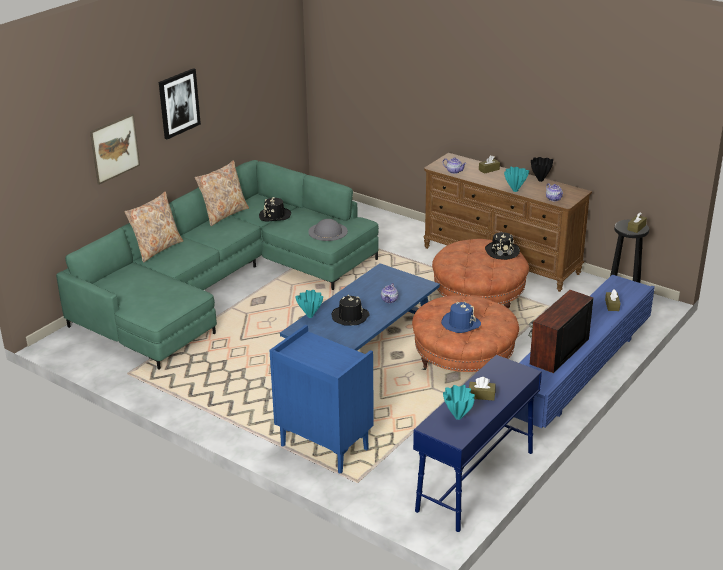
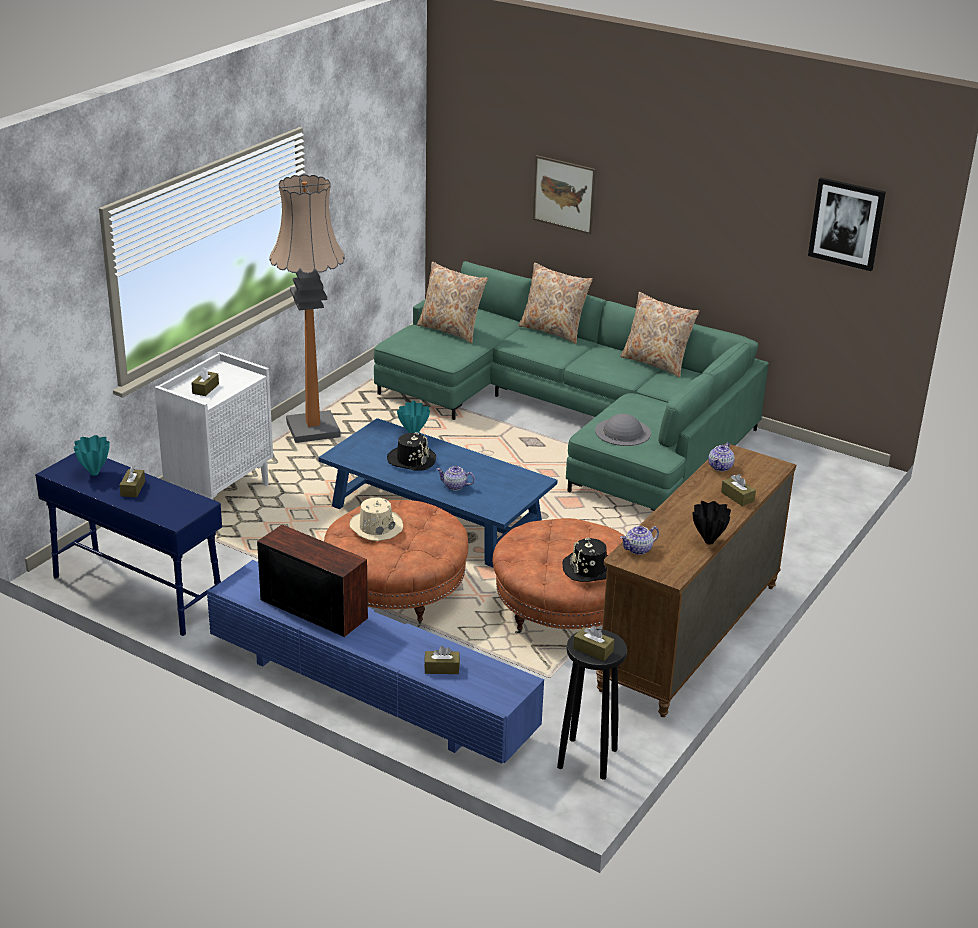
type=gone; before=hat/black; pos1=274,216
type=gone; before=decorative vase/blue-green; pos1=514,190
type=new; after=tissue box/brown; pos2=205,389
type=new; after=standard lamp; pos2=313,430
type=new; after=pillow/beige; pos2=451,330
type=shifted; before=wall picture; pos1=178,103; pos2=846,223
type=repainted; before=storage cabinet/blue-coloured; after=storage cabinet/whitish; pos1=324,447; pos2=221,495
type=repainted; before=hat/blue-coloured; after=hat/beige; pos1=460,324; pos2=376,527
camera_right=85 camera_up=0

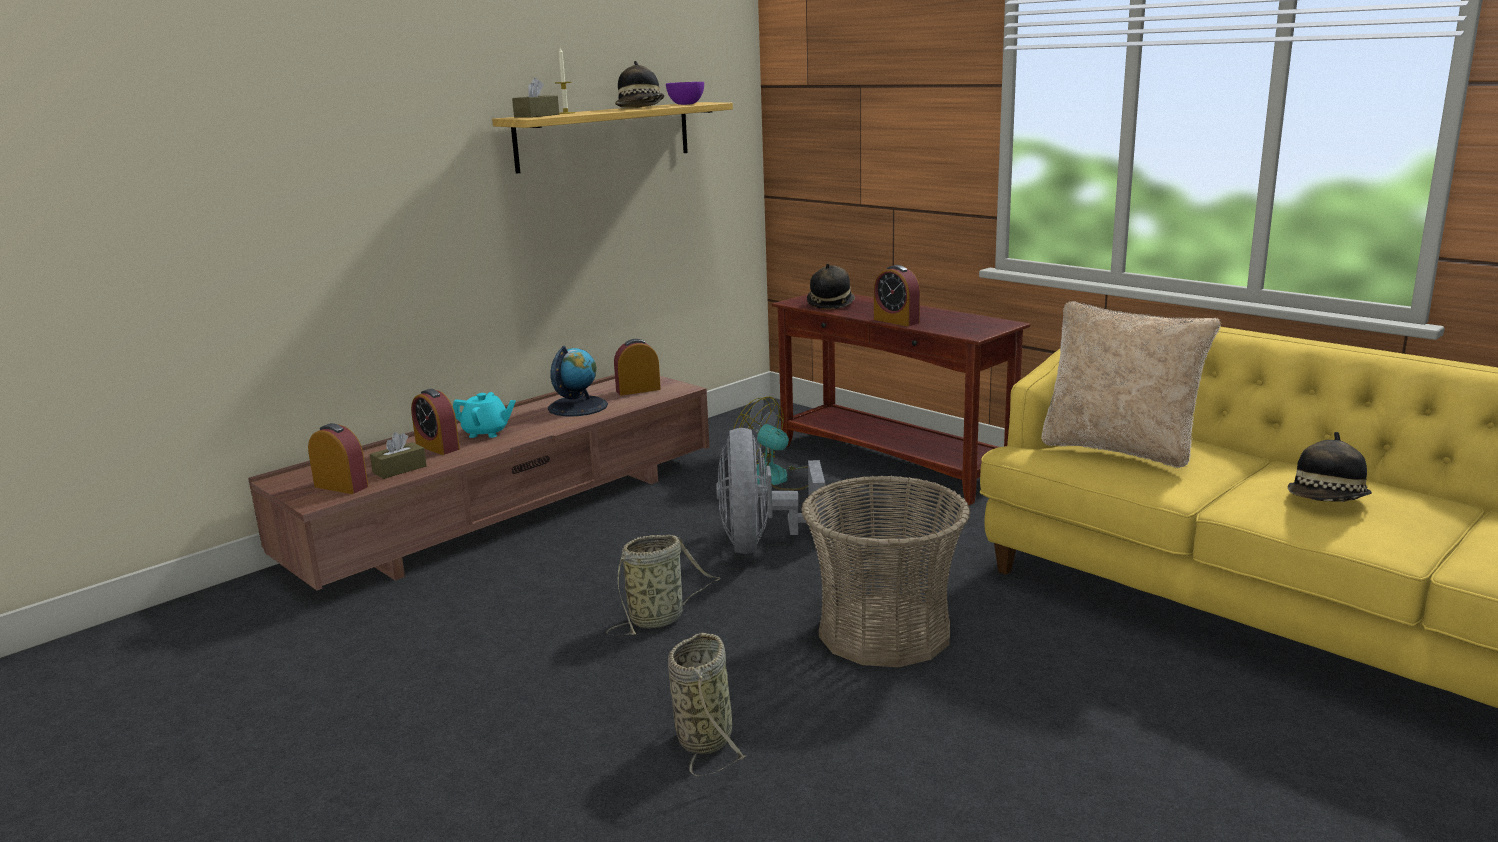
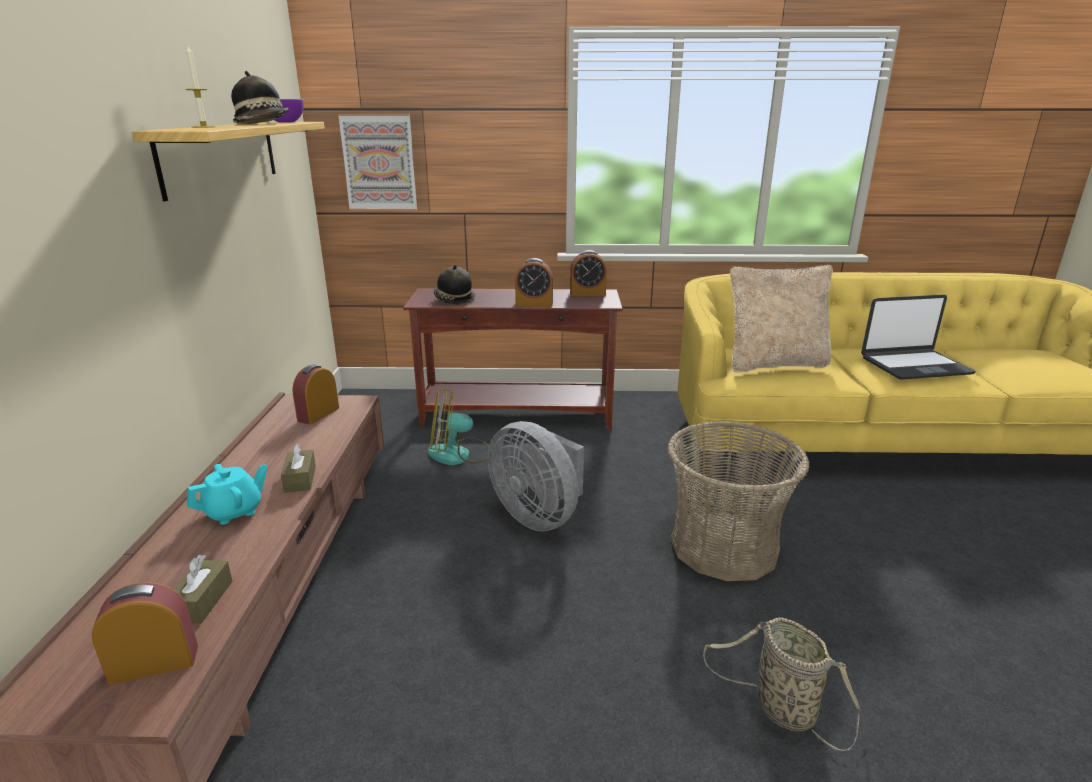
type=gone; before=desk globe; pos1=577,406
type=gone; before=basket; pos1=659,618
type=new; after=wall picture; pos2=379,163
type=shifted; before=bedside clock; pos1=437,447; pos2=587,294
type=shifted; before=tissue box/brown; pos1=537,116; pos2=300,479
type=swapped; before=hat; after=notebook computer; pos1=1328,501; pos2=914,365
camera_right=-45 camera_up=5

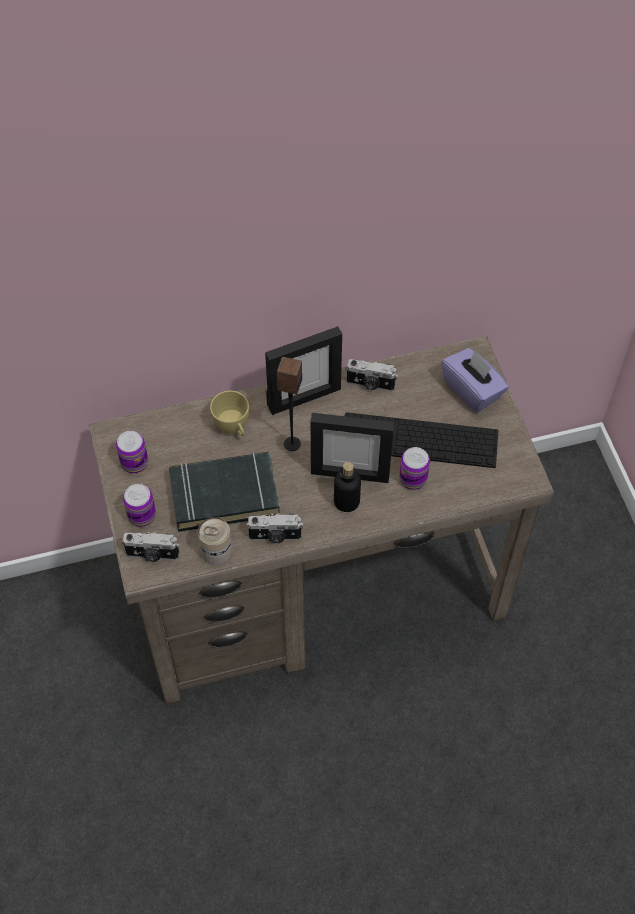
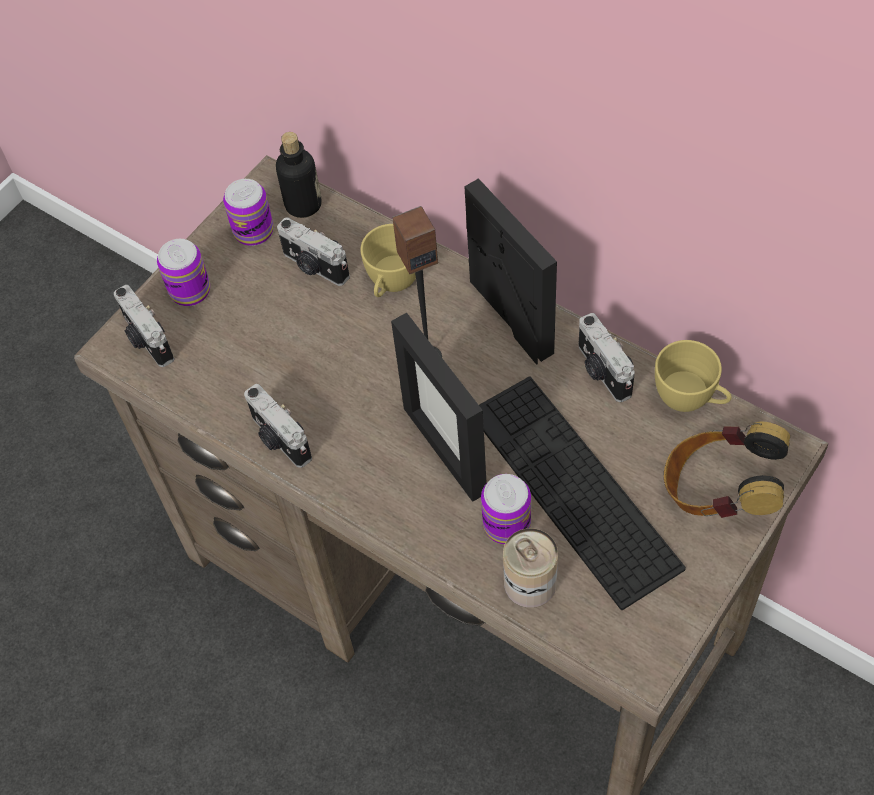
type=gone; before=bound book/black; pos1=224,495
type=new; after=photo camera; pos2=314,267
type=new; after=drinking cup/yellow; pos2=690,399
type=shifted; before=metal can; pos1=216,551; pos2=530,583
type=shifted; before=drink bottle; pos1=346,501; pos2=303,204
type=swapped; before=tissue box/purplish; after=headset; pos1=472,390; pos2=718,491
type=rotated; before=picture frame; pos1=304,397; pos2=509,318; turn=-150
camera_right=55 camera_up=0

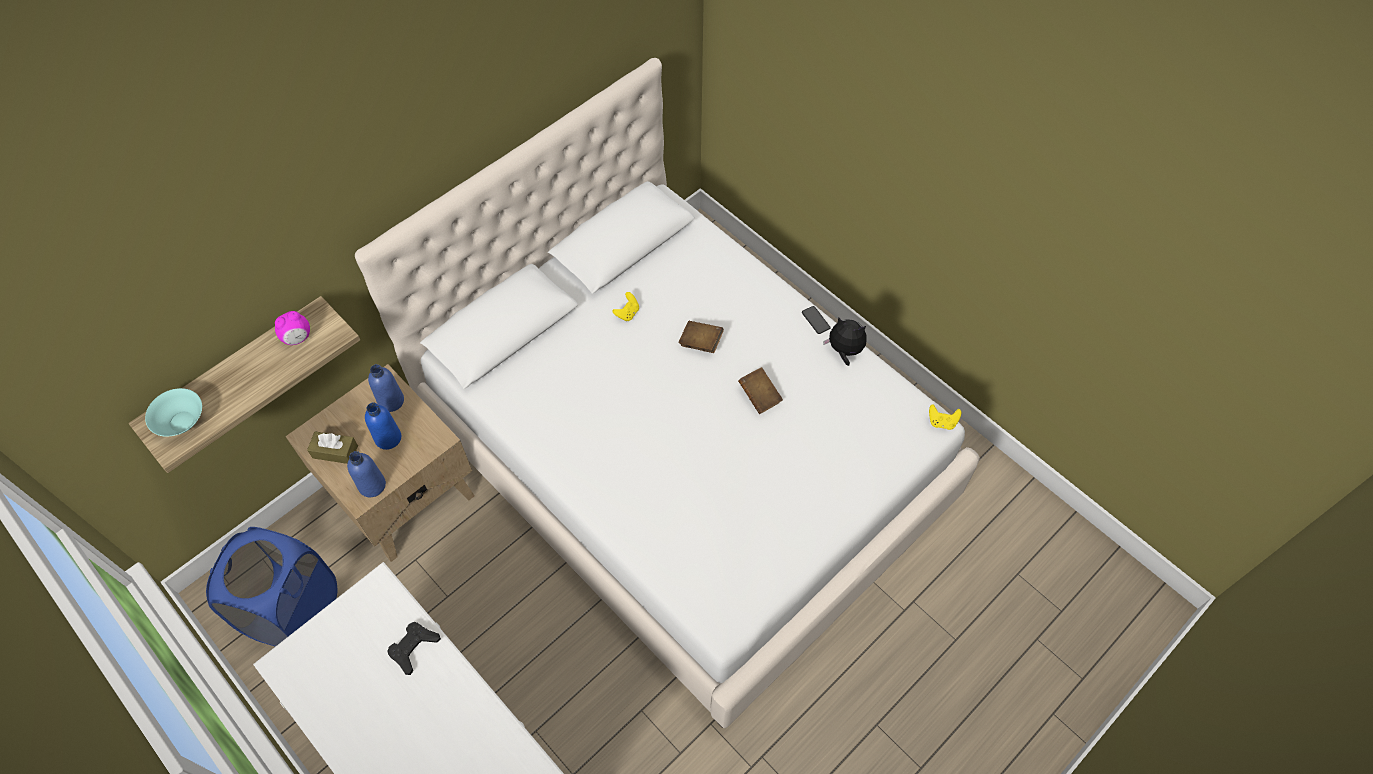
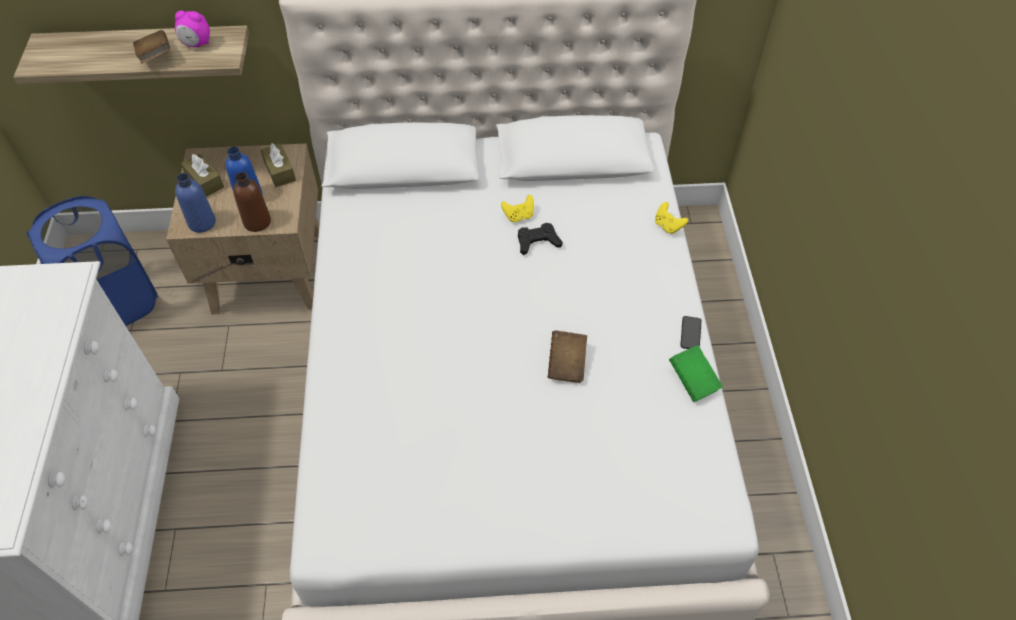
type=gone; before=serving bowl/blue-green; pos1=181,422
type=new; after=drink bottle/brown; pos2=257,222
type=shifted; before=gamepad/black; pos1=413,648; pos2=537,241
type=shifted; before=bound book/brown; pos1=701,342; pos2=155,56
type=shifted; before=gamepad/yellow; pos1=942,422; pos2=668,226
type=swapped; before=drink bottle/blue-coloured; after=tissue box/brown; pos1=391,401; pos2=280,171
type=swapped; before=soft toy; after=bound book/greenish; pos1=844,351; pos2=693,380
camera_right=40 camera_up=-5

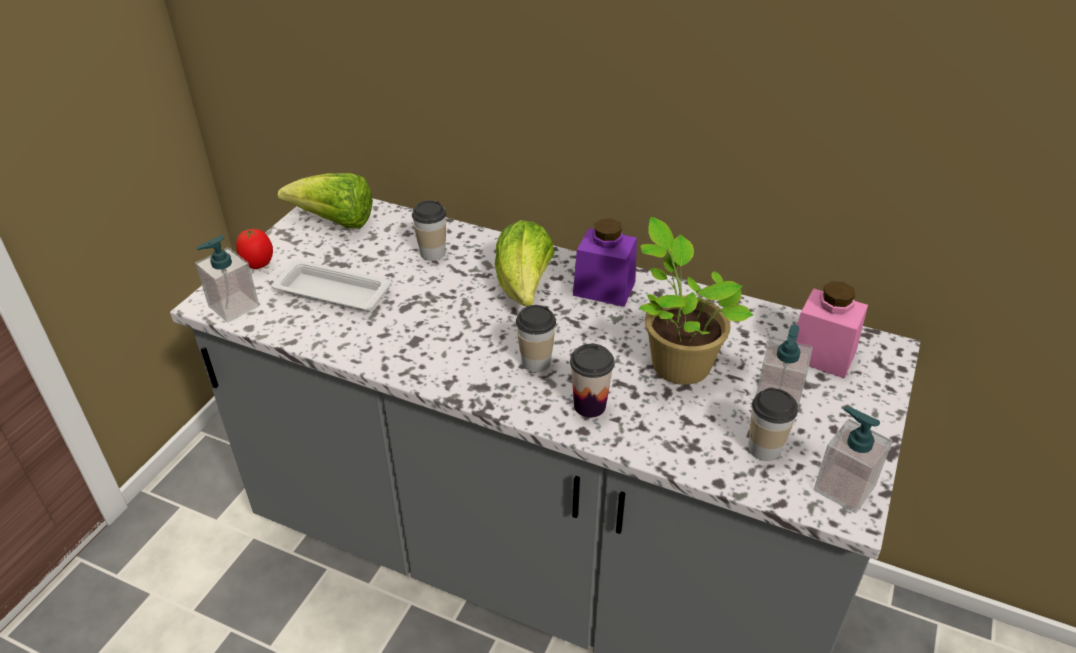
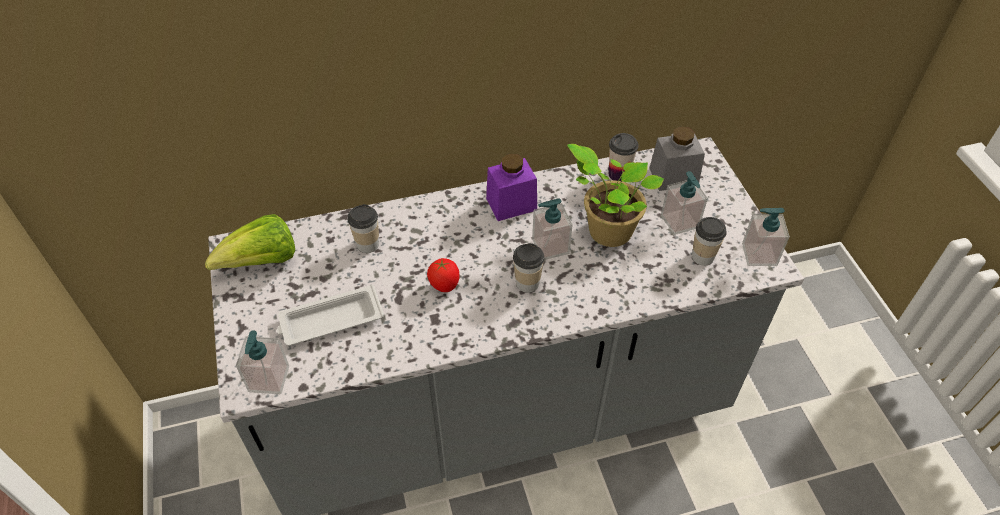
type=gone; before=head of lettuce; pos1=524,288
type=new; after=soap dispenser; pos2=550,246
type=shifted; before=fresh tomato; pos1=258,265; pos2=445,286
type=shifted; before=drinking cup; pos1=589,406; pos2=619,174
type=repainted; before=preserve jar/pink; after=preserve jar/gray; pos1=821,354; pos2=673,176
camera_right=-40 camera_up=10

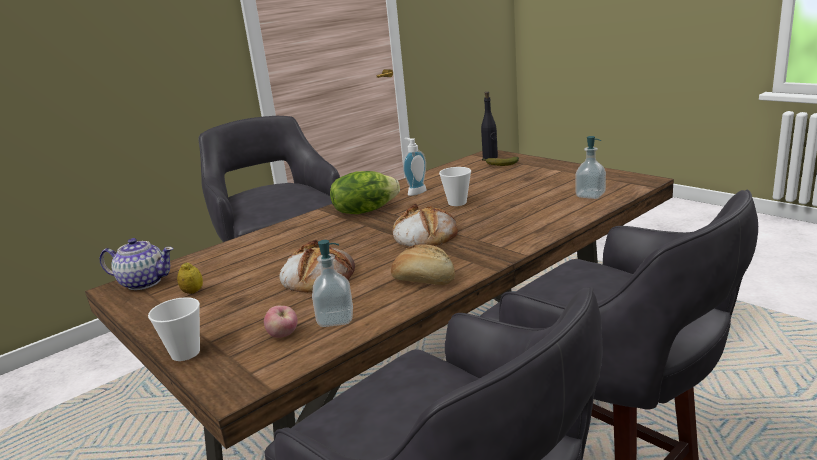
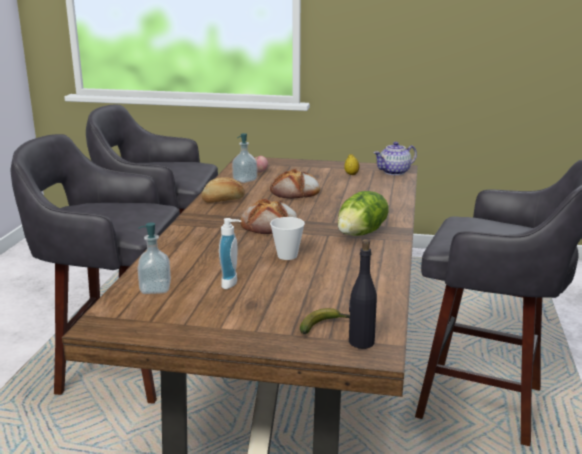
type=gone; before=drinking cup; pos1=185,353
type=shifted; before=soap dispenser; pos1=415,192; pos2=232,283
camera_right=140 camera_up=0

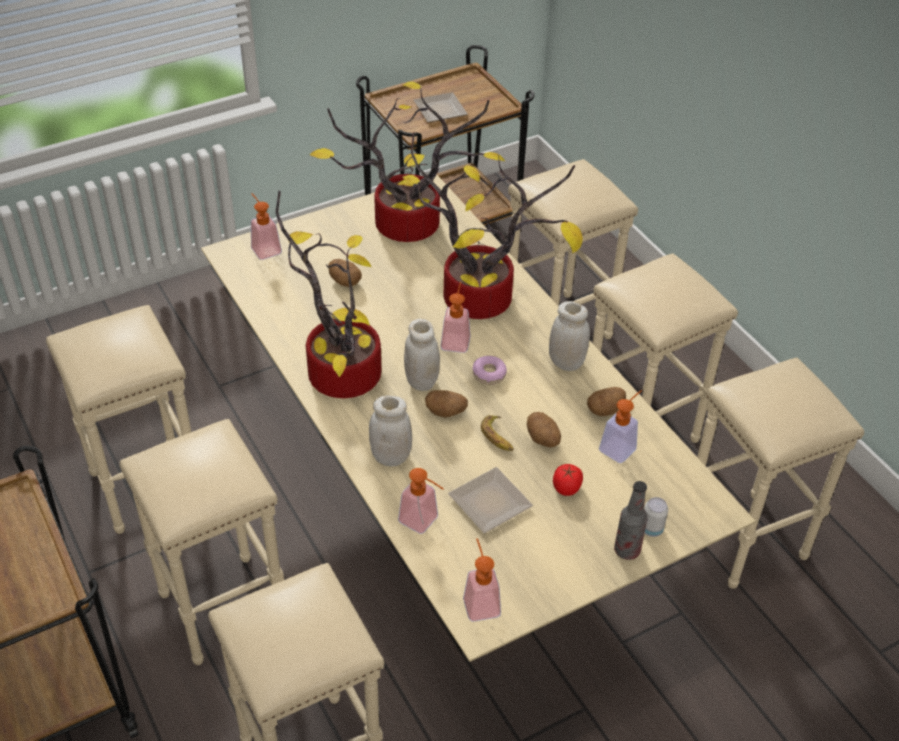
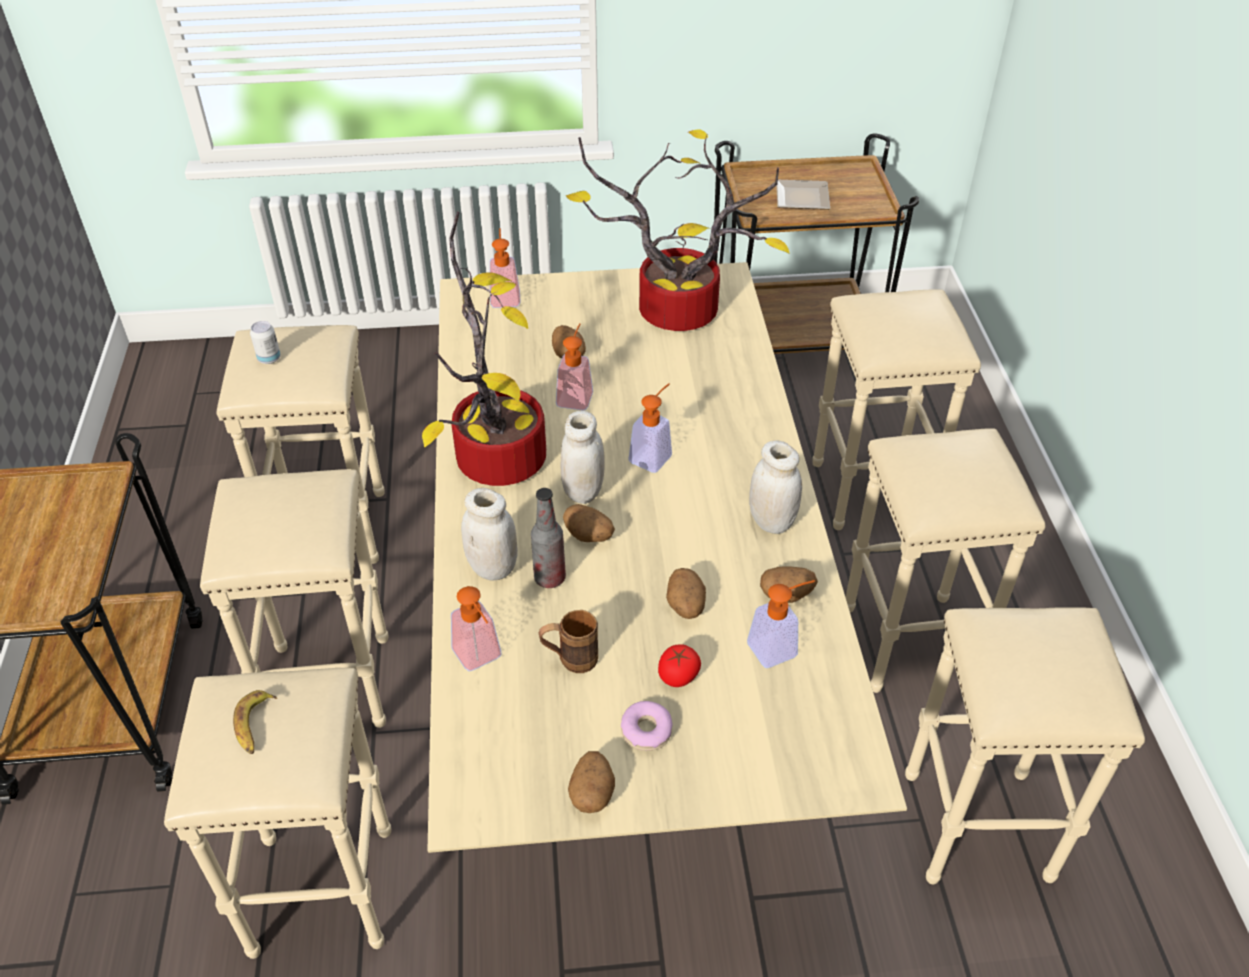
type=gone; before=plant in a pot; pos1=483,297
type=new; after=potato; pos2=592,793
type=shifted; before=soap dispenser; pos1=480,601; pos2=576,395
type=shifted; before=ring doughnut; pos1=489,374; pos2=646,731
type=shifted; before=banana fruit; pos1=498,437; pos2=255,726
type=shifted; before=drink bottle; pos1=627,550; pos2=549,578
type=shifted; before=metal can; pos1=651,529; pos2=269,359
type=swapped; before=flat dish; after=mug/brown; pos1=487,502; pos2=570,660
camera_right=25 camera_up=0

